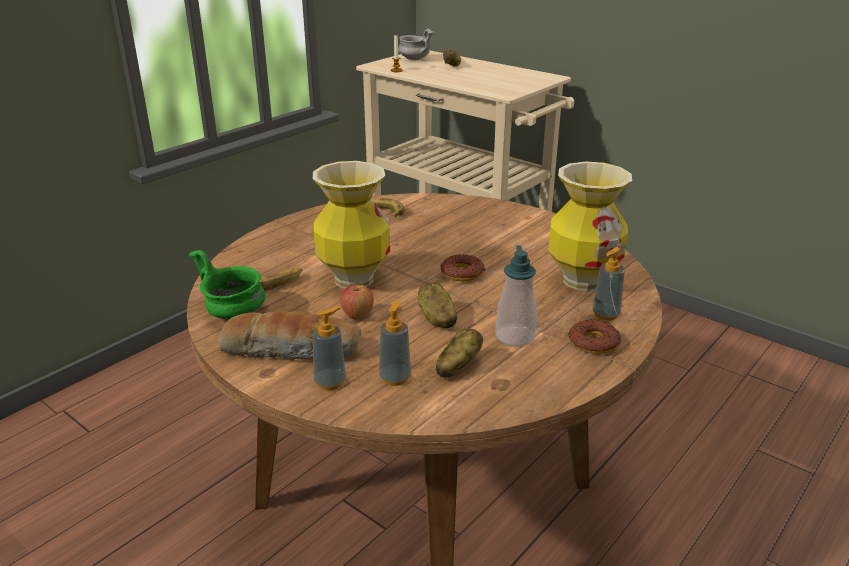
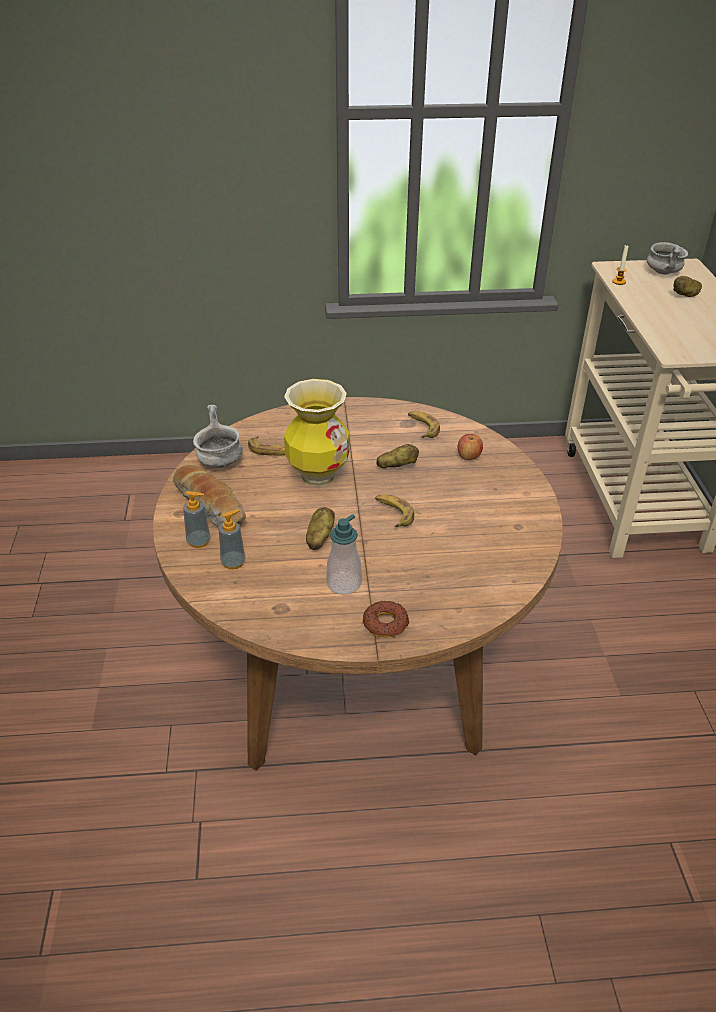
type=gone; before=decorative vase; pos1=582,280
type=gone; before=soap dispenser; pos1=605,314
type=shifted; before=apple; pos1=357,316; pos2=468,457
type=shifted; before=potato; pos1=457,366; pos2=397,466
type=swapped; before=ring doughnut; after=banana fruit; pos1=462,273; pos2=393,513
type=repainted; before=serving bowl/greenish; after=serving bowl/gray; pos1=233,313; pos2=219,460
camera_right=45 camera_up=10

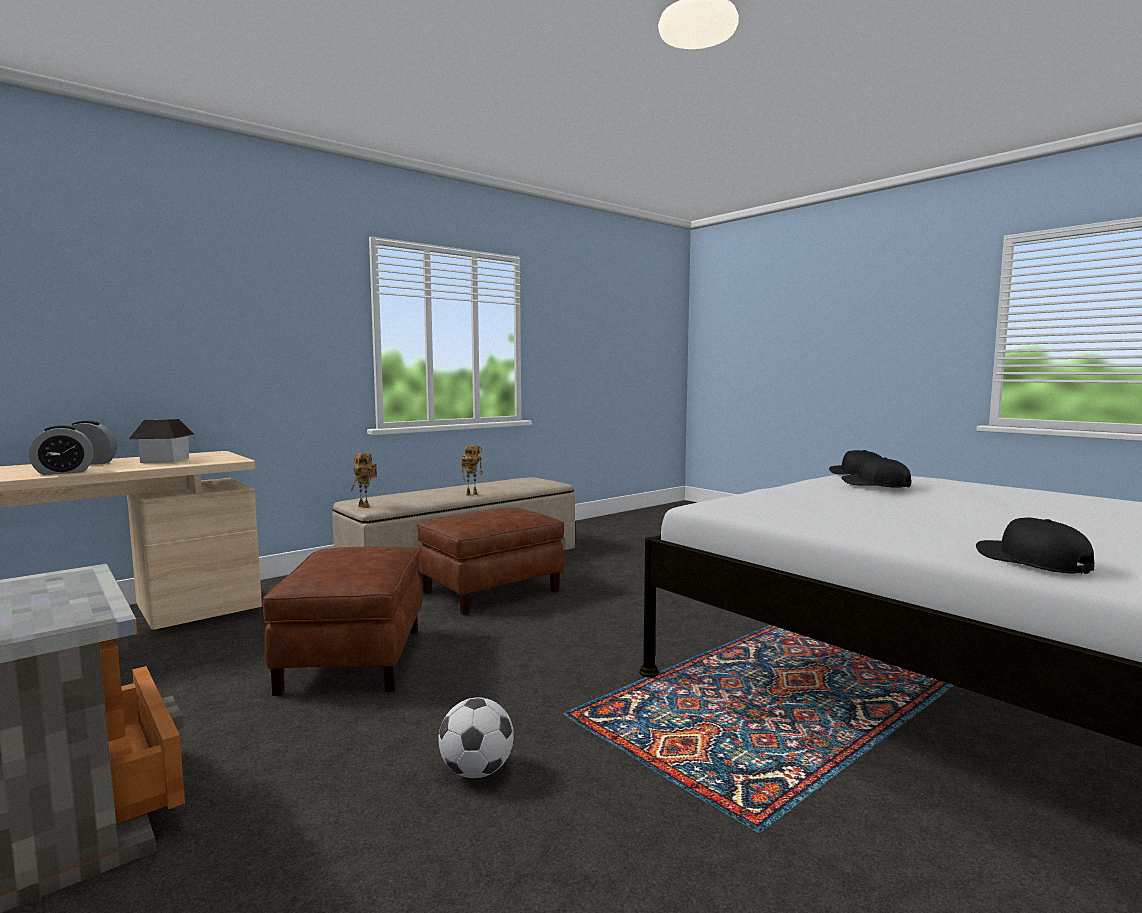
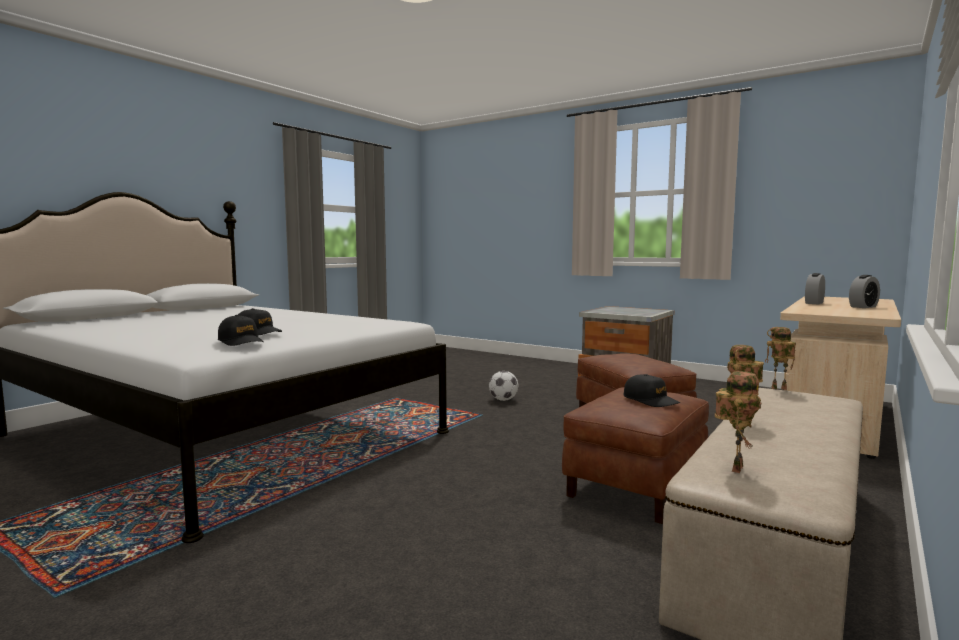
type=gone; before=miniature house; pos1=164,460
type=new; after=robot figure; pos2=734,467
type=shifted; before=peaked cap/black; pos1=1031,561; pos2=650,400
camera_right=165 camera_up=0

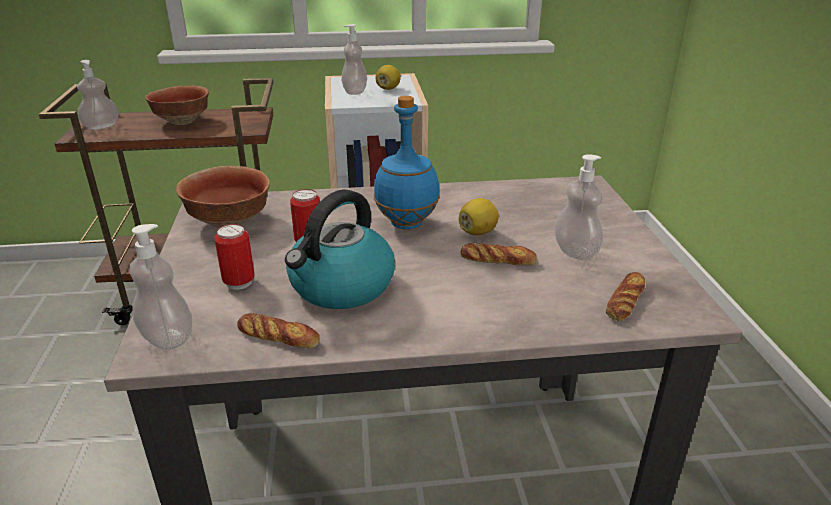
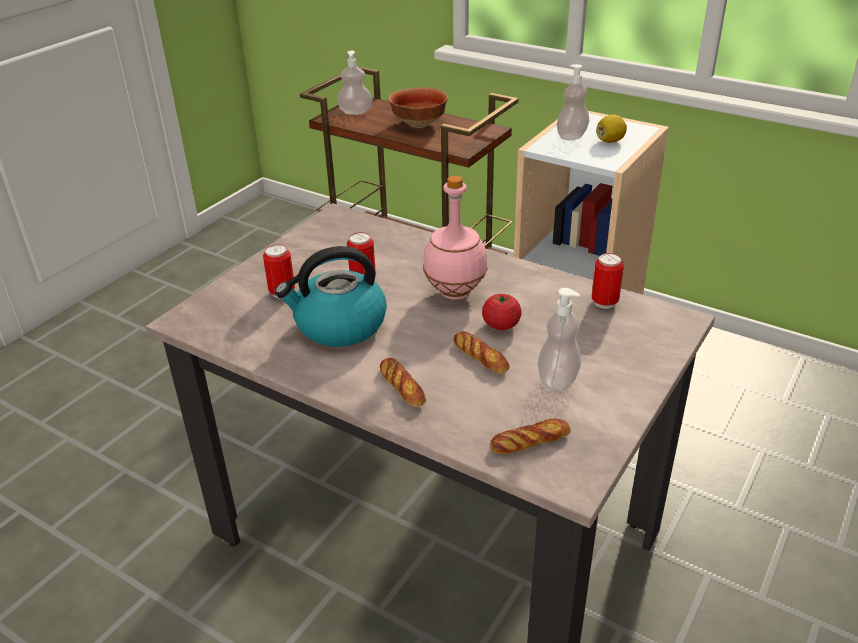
type=gone; before=soap dispenser; pos1=167,338
type=gone; before=serving bowl; pos1=230,221
type=new; after=metal can; pos2=604,302
type=shifted; before=bread; pos1=278,336; pos2=402,386
type=swapped; before=citrus fruit; after=fresh tomato; pos1=478,232; pos2=501,325
type=repainted; before=drink bottle/blue-coloured; after=drink bottle/pink; pos1=406,224; pos2=454,293
camera_right=40 camera_up=5

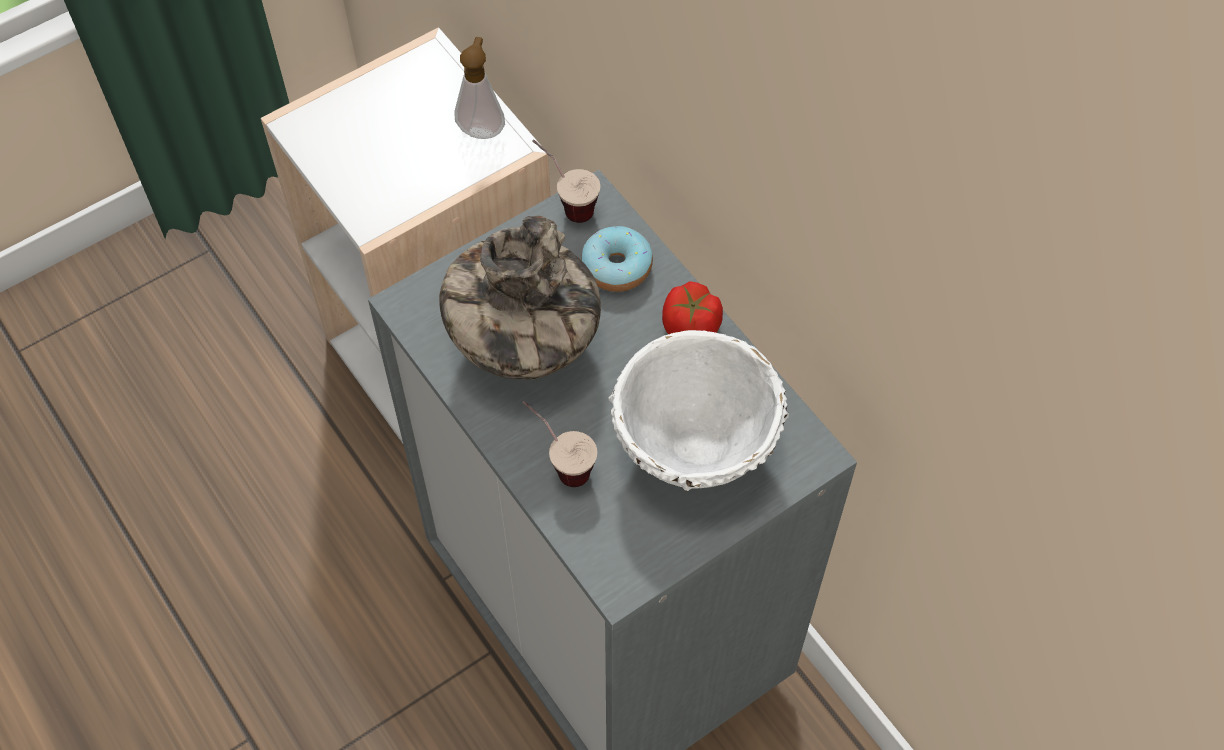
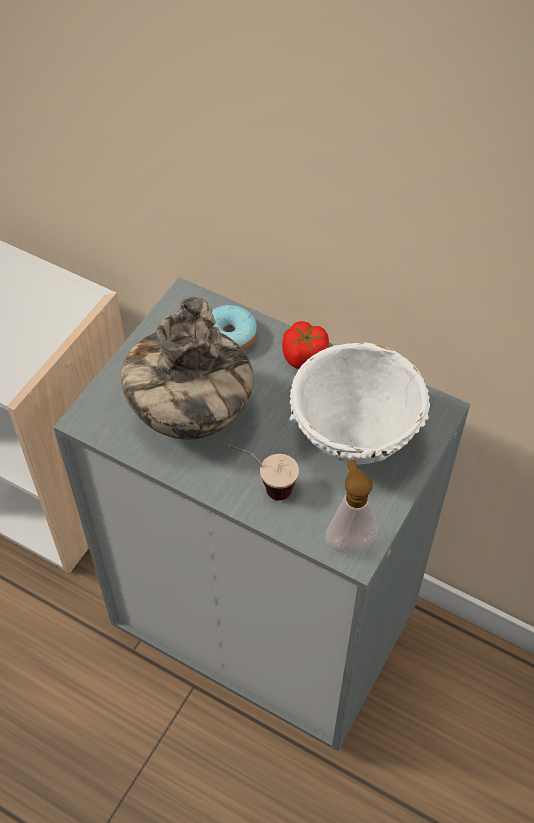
type=gone; before=drinking cup; pos1=565,203
type=shifted; before=soap dispenser; pos1=482,128; pos2=349,540
camera_right=-25 camera_up=-5

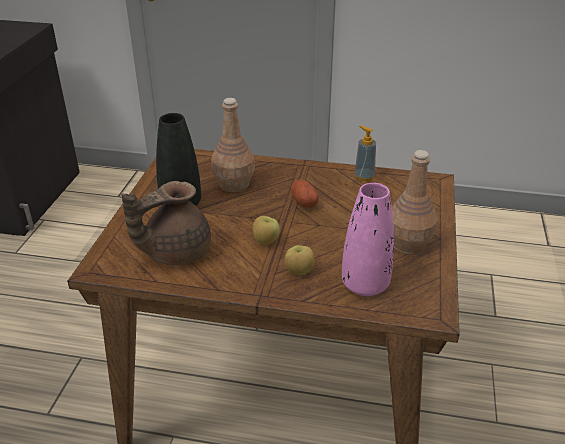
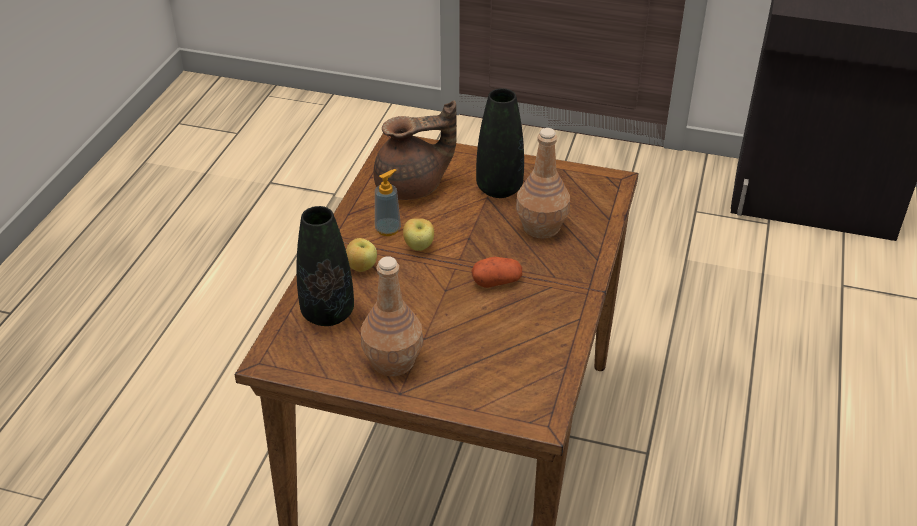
type=shifted; before=soap dispenser; pos1=364,176; pos2=388,229
type=repainted; before=decorative vase/pink; after=decorative vase/black; pos1=365,285; pos2=328,313
type=rotated; before=pot for tea/brown; pos1=175,252; pos2=412,187; turn=105
camera_right=95 camera_up=5

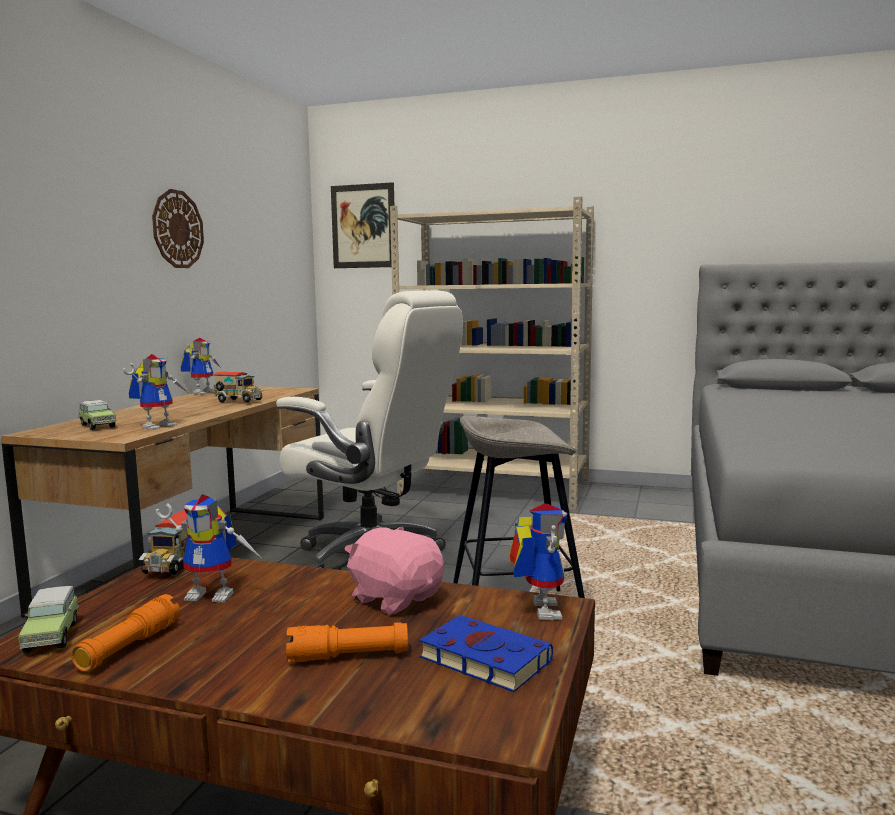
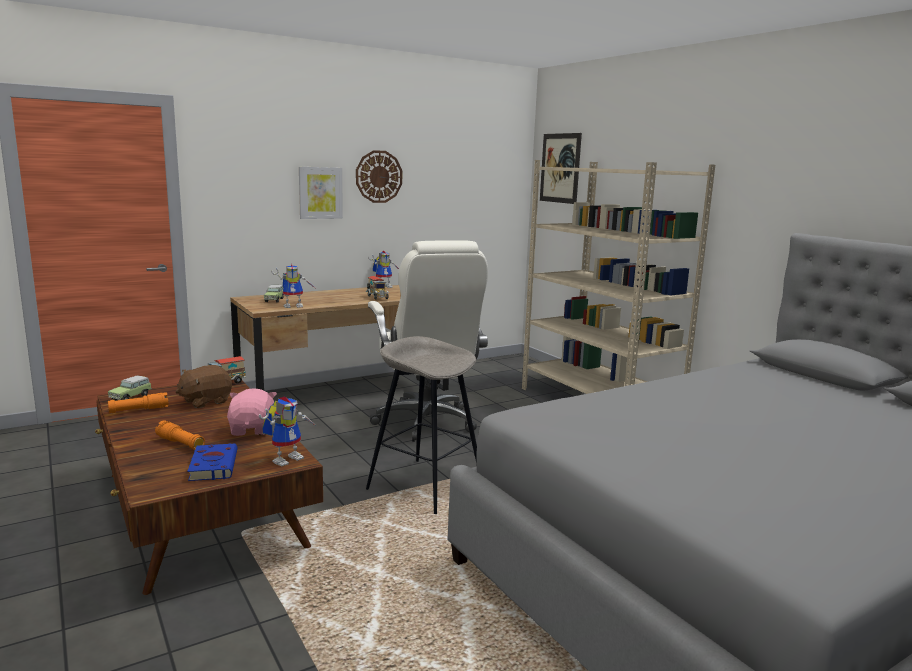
type=new; after=wall picture; pos2=320,193
type=swapped; before=robot figure; after=soft toy/brown; pos1=216,594; pos2=205,401
camera_right=40 camera_up=5

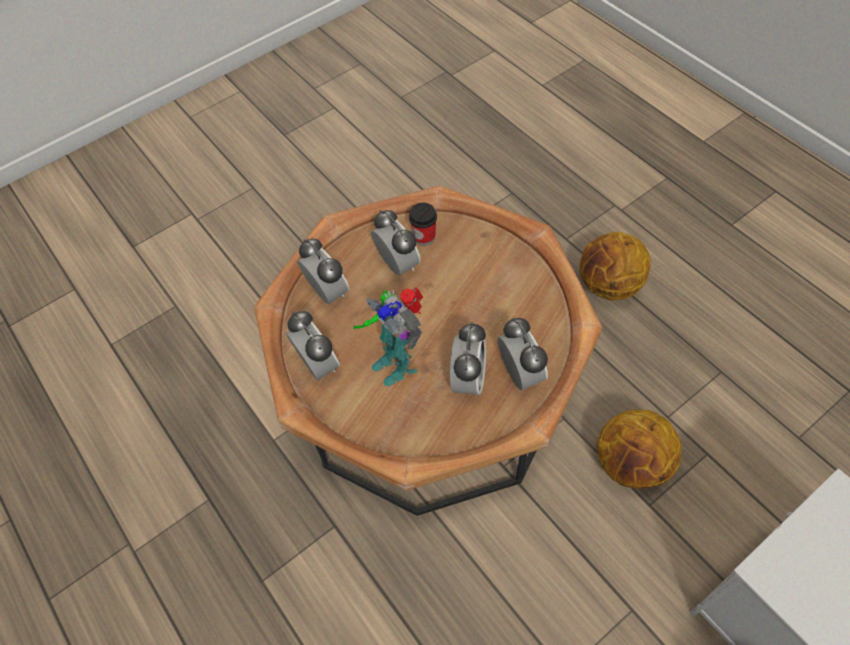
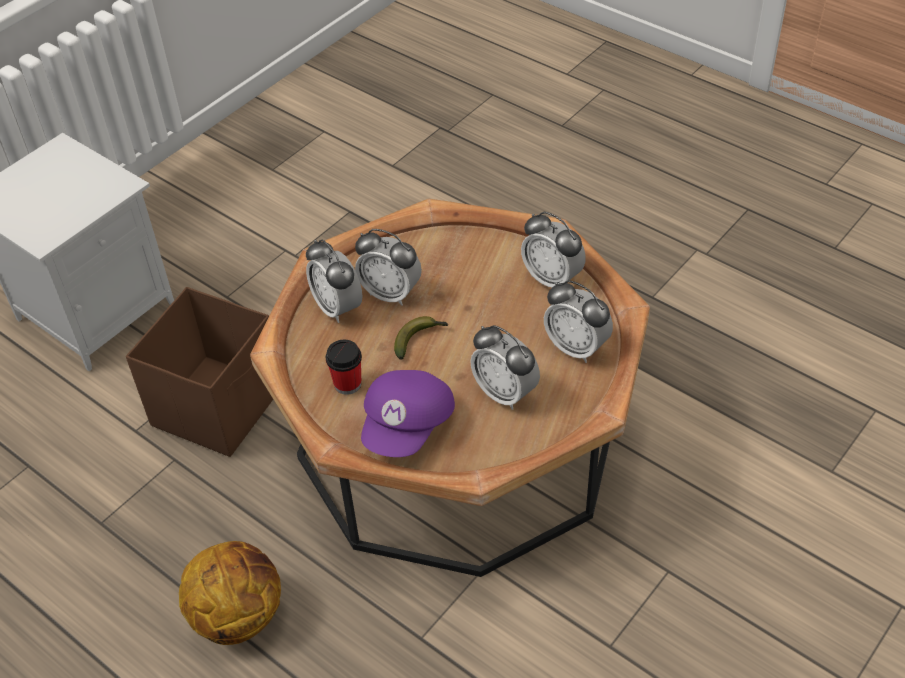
type=gone; before=robot figure; pos1=397,362
type=new; after=peaked cap/purplish; pos2=408,426
type=new; after=banana fruit; pos2=419,339
type=shifted; before=drinking cup; pos1=424,237; pos2=347,384
type=swapped; before=ball for basketball; after=storage bin/brown; pos1=631,464; pos2=220,405
type=rotated; before=bedside clock; pos1=468,379; pos2=390,293; turn=-60
camera_right=165 camera_up=-10

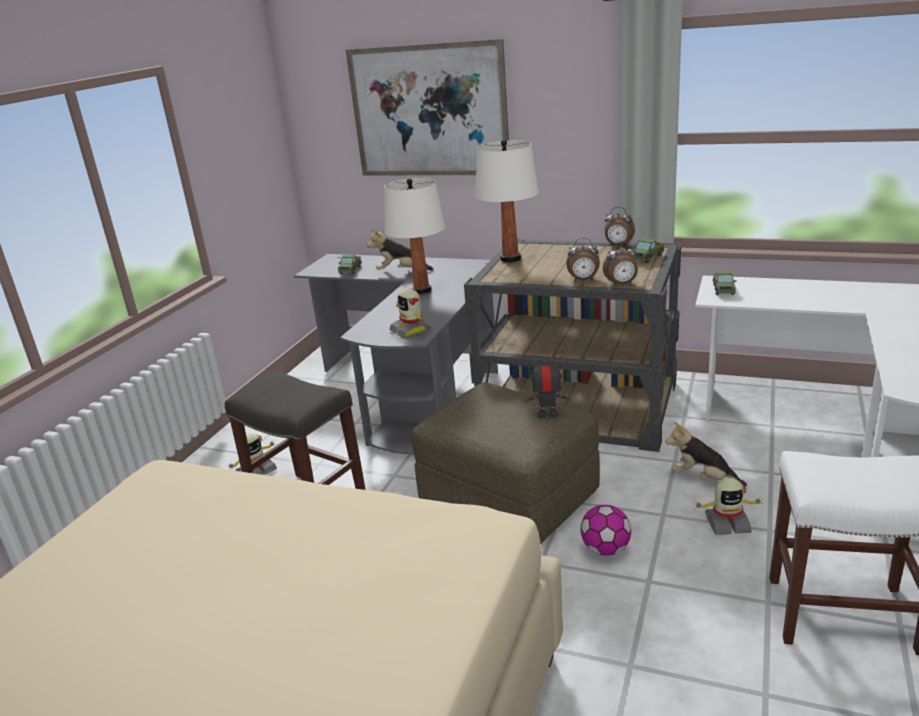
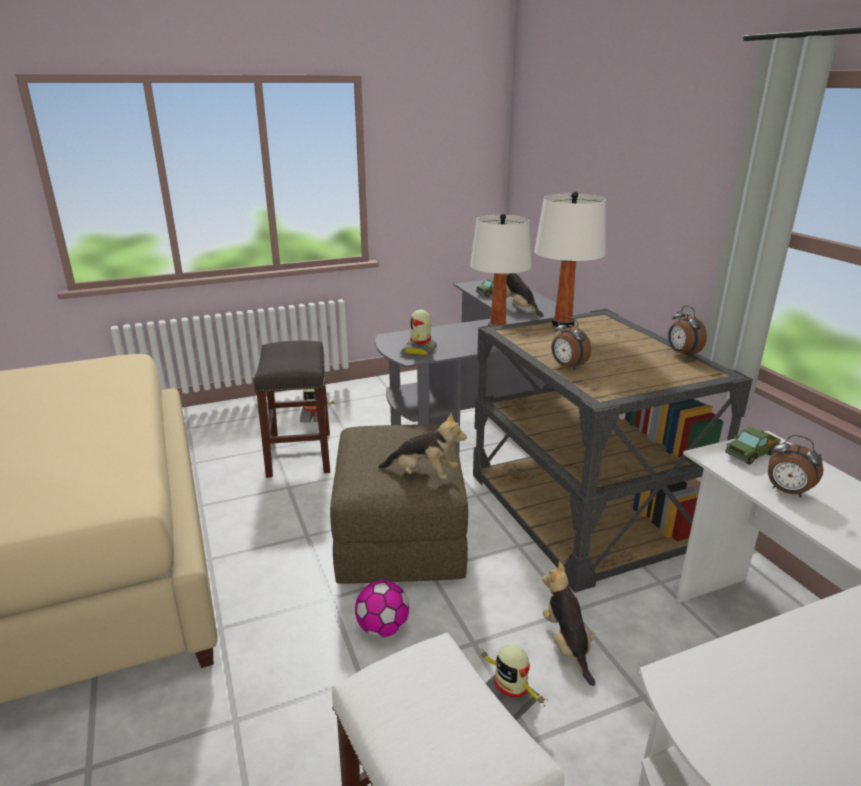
type=gone; before=wall picture; pos1=428,111
type=gone; before=model truck; pos1=647,257
type=shifted; before=bedside clock; pos1=621,284; pos2=787,491
type=swapped; before=robot figure; after=soft toy; pos1=547,415; pos2=423,474
camera_right=45 camera_up=0

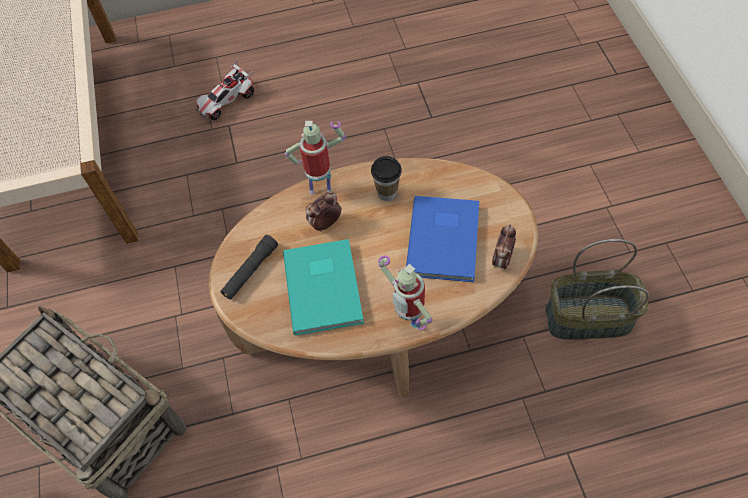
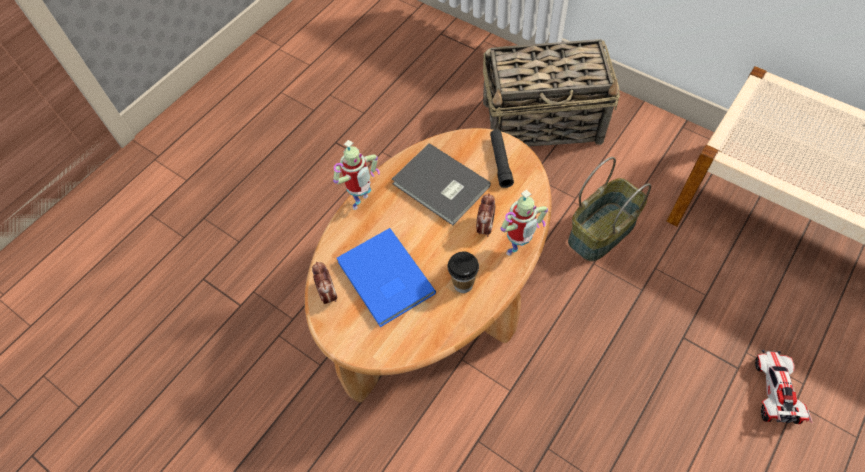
type=shifted; before=basket; pos1=587,319; pos2=601,231
type=repainted; before=bound book/blue-green; after=bound book/gray; pos1=325,286; pos2=440,187
type=rotated; before=robot figure; pos1=408,323; pos2=362,204; turn=120
camera_right=140 camera_up=0

